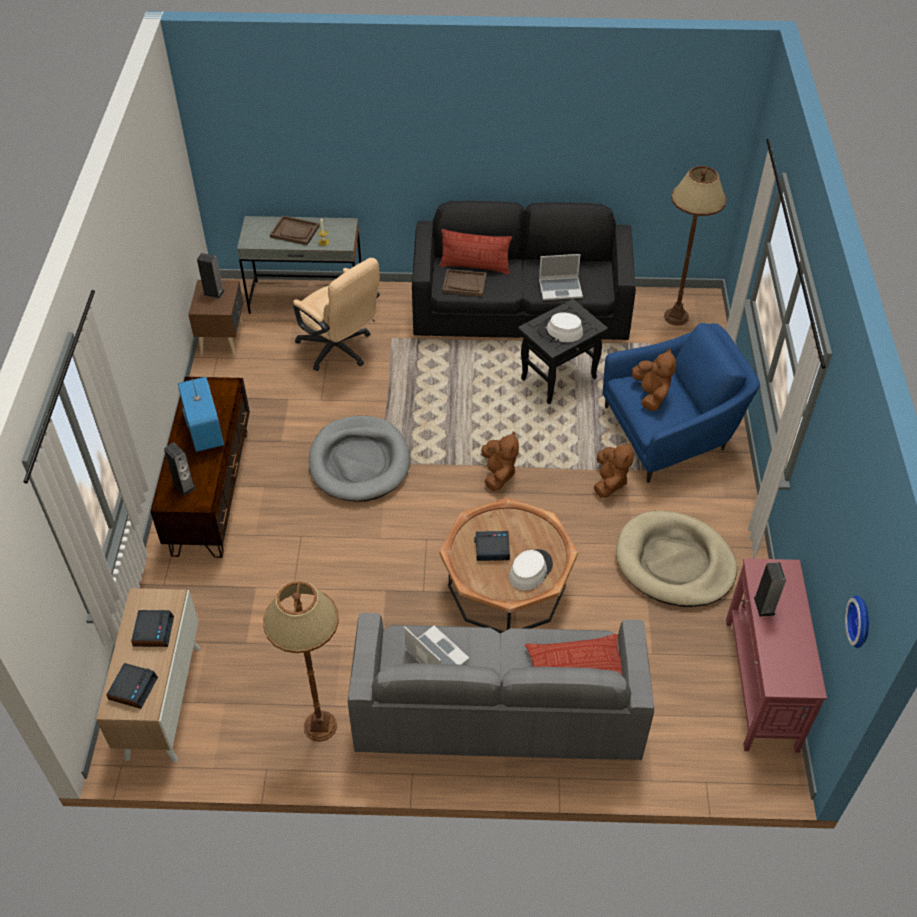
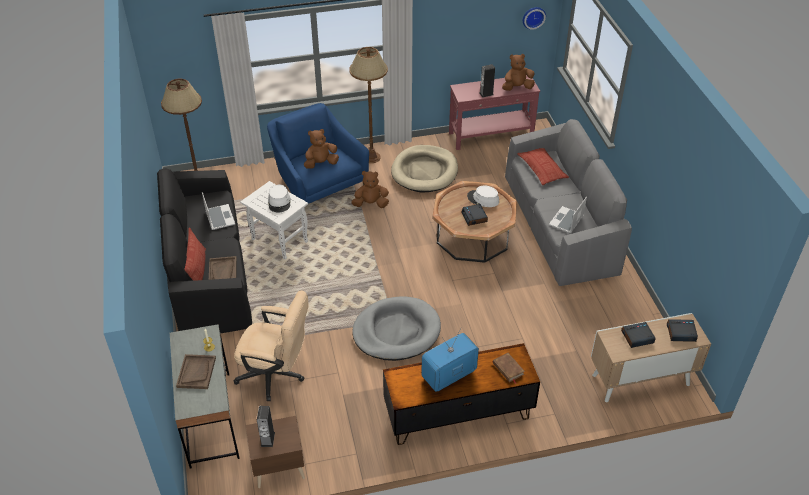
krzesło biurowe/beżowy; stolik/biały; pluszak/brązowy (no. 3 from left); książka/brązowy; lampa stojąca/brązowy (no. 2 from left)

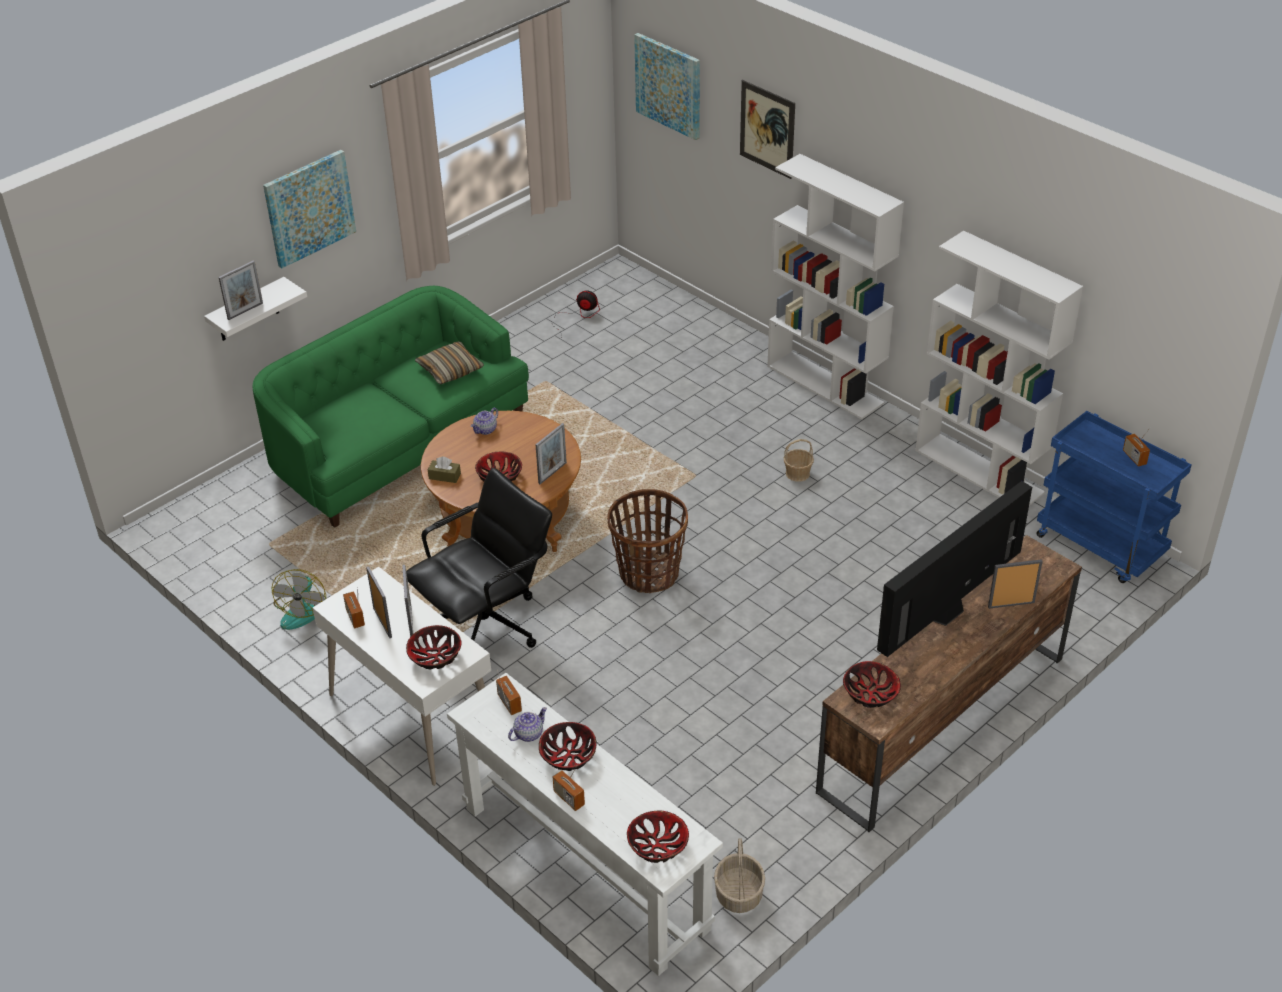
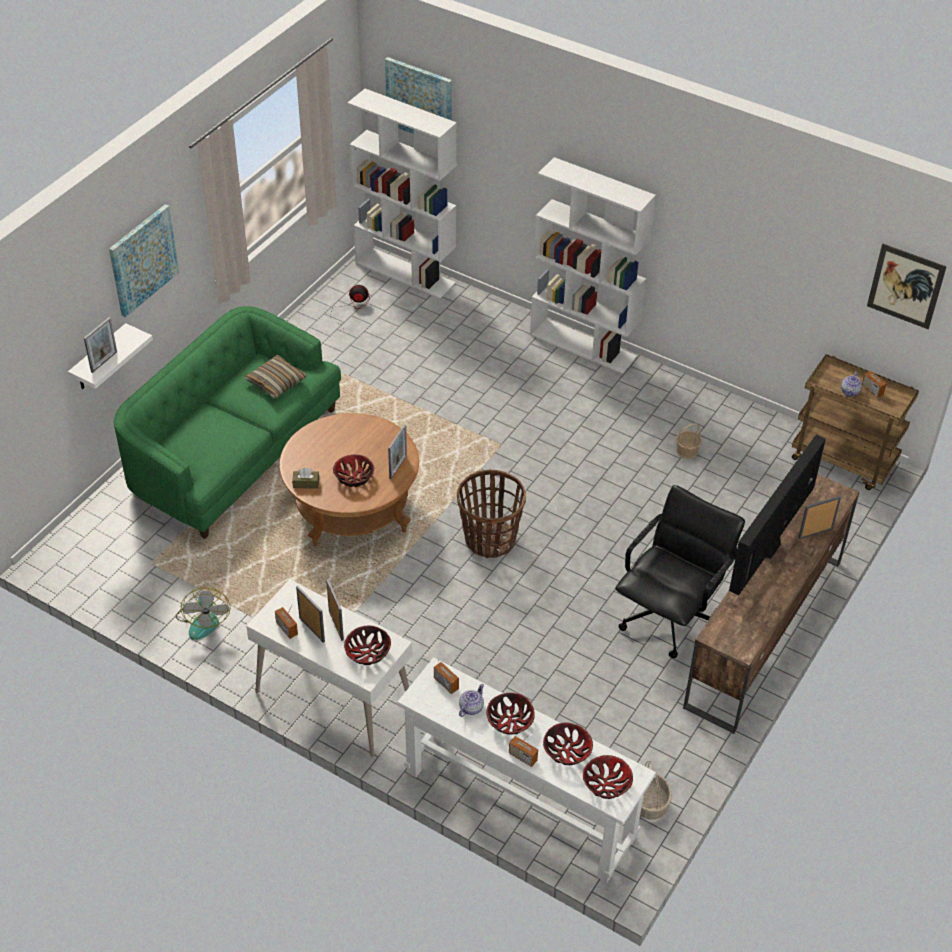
obraz (no. 3 from left); regał/biały (no. 1 from left); imbryk (no. 2 from left); wózek/brązowy; koszyk (no. 3 from left); krzesło biurowe/czarny; miska (no. 4 from left)

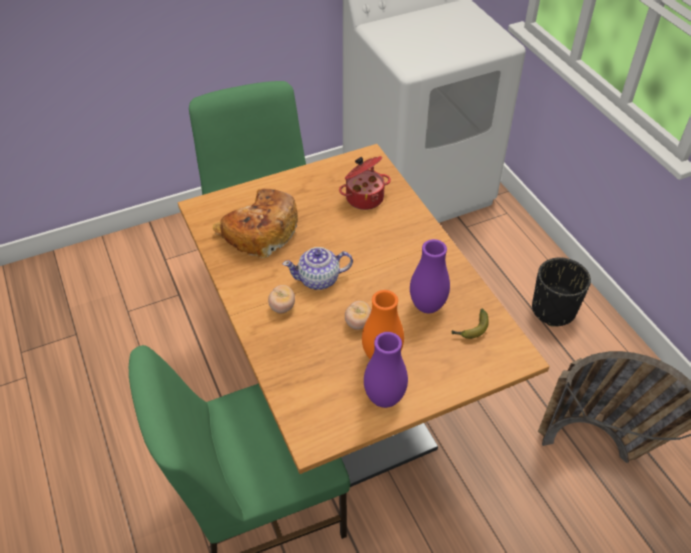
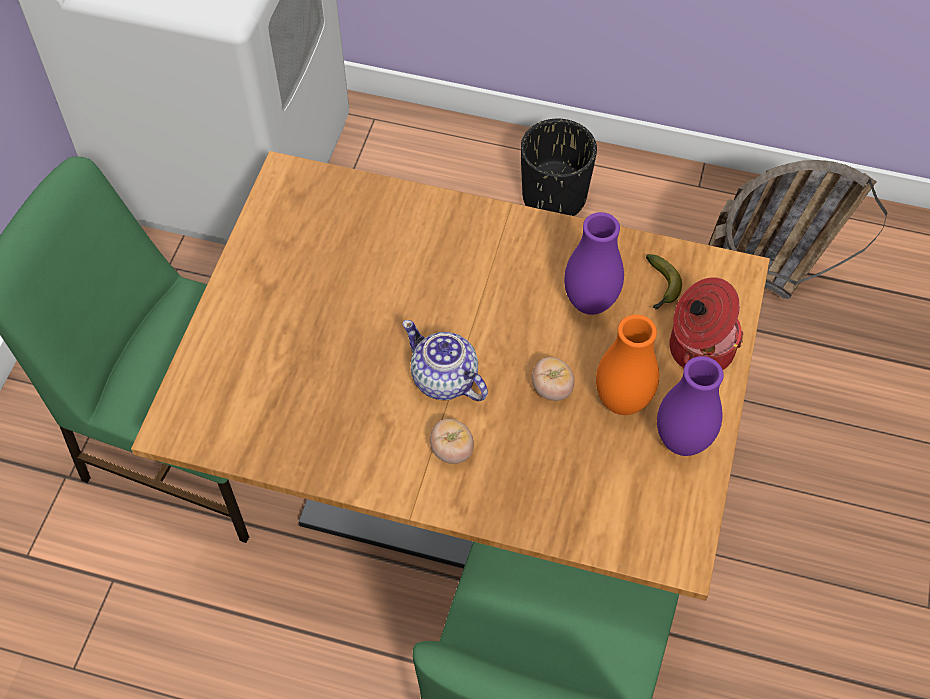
garnek; chleb; imbryk

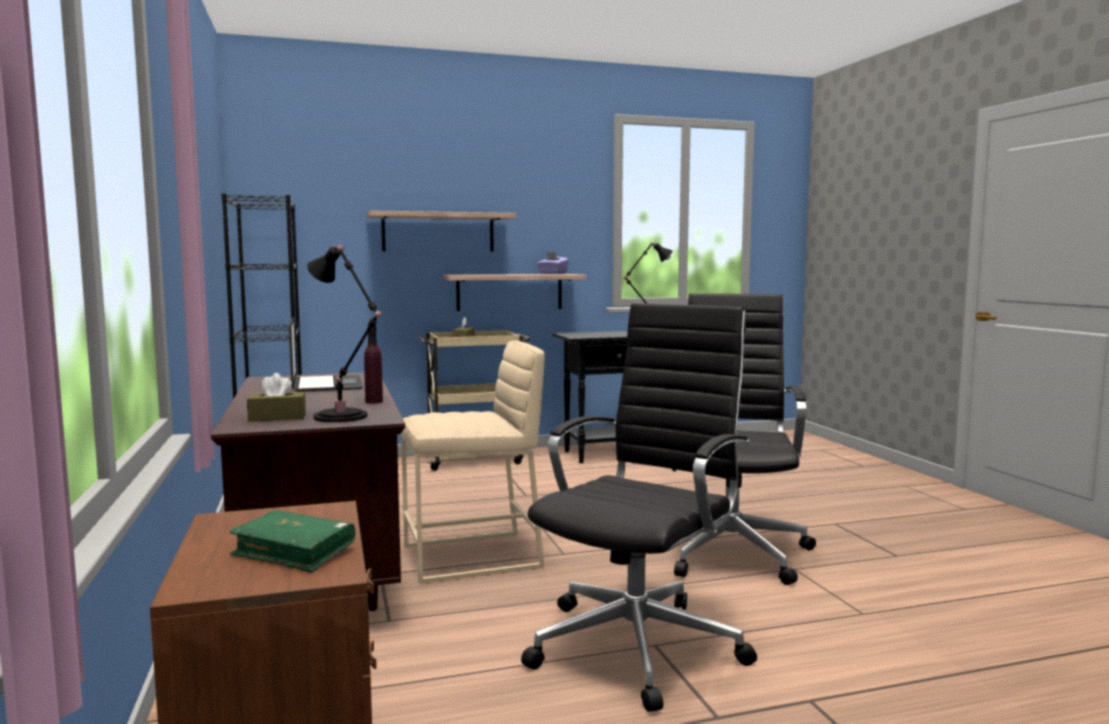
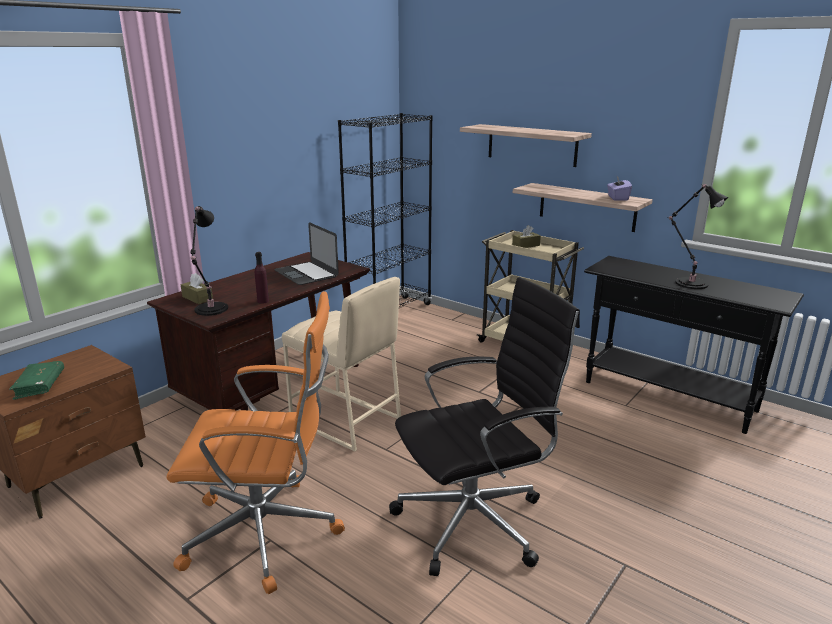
krzesło biurowe/pomarańczowy; laptop

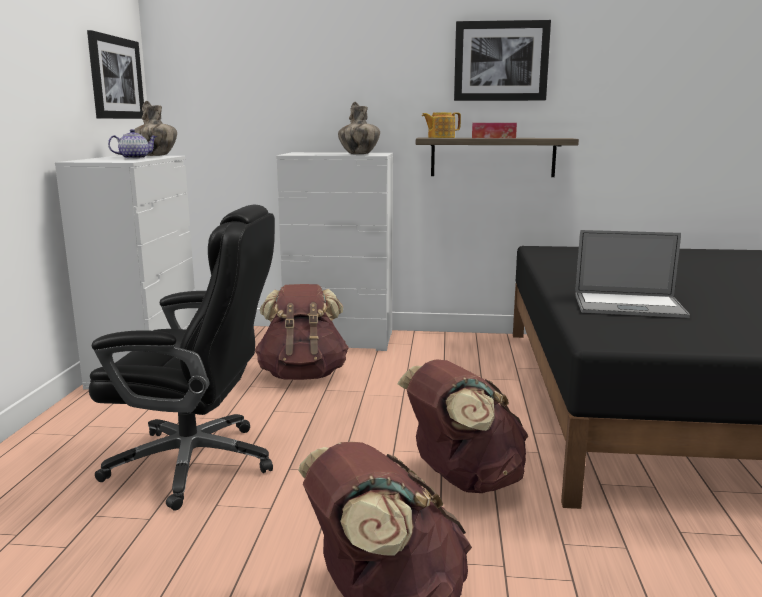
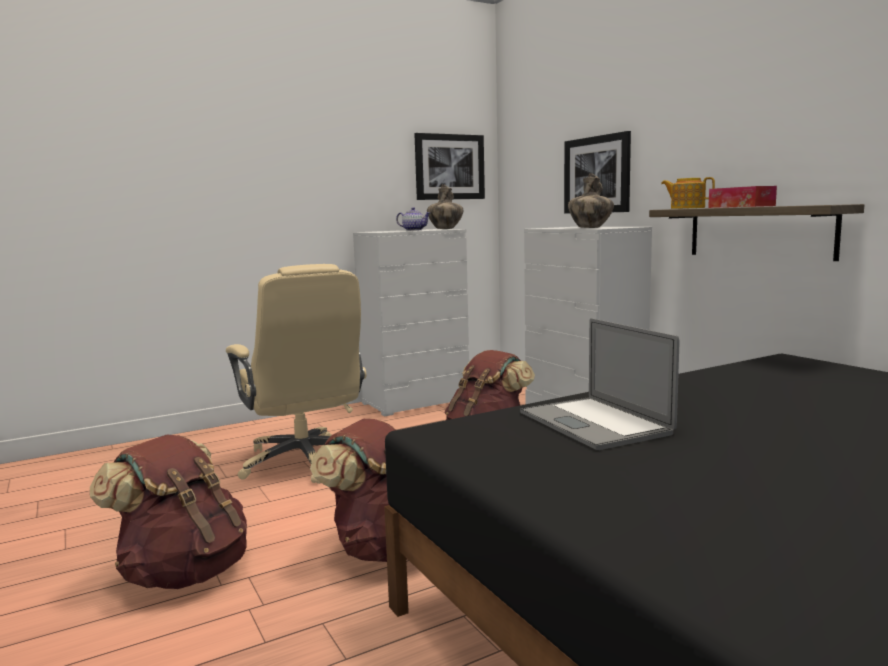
obraz (no. 2 from left); krzesło biurowe/beżowy

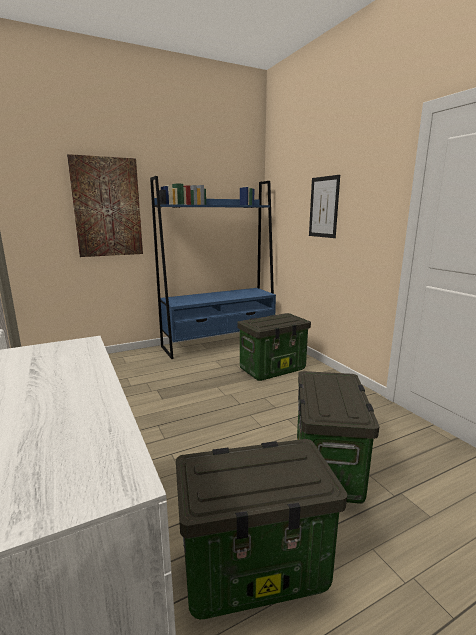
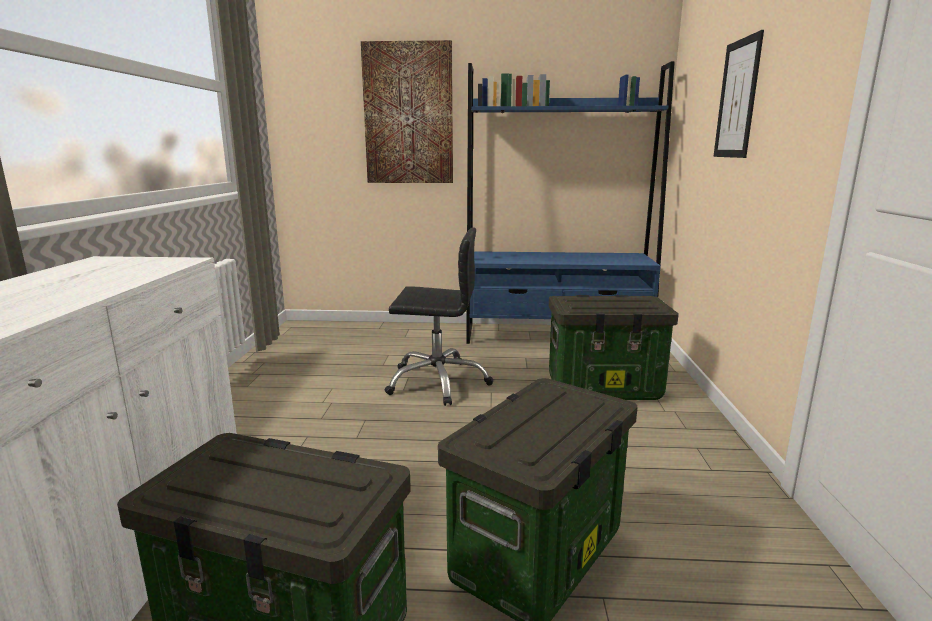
krzesło biurowe/czarny

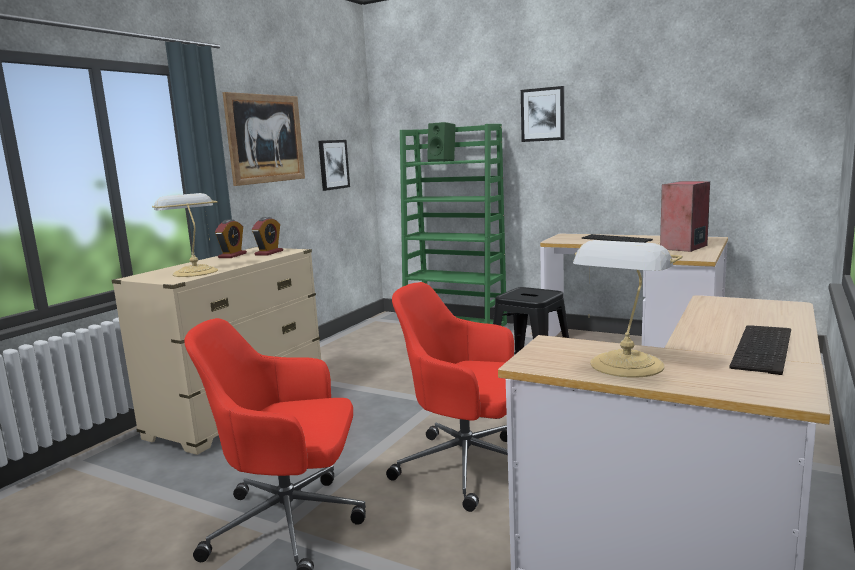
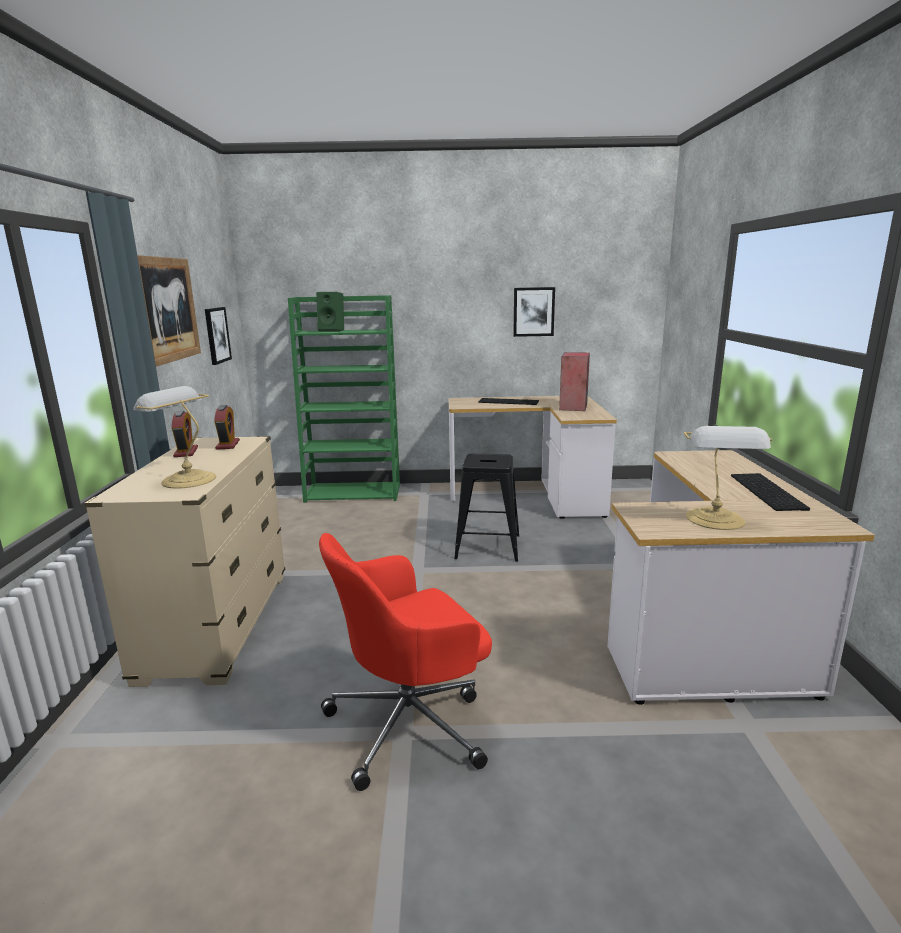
obraz (no. 3 from left); krzesło biurowe/czerwony (no. 2 from left in the first image)

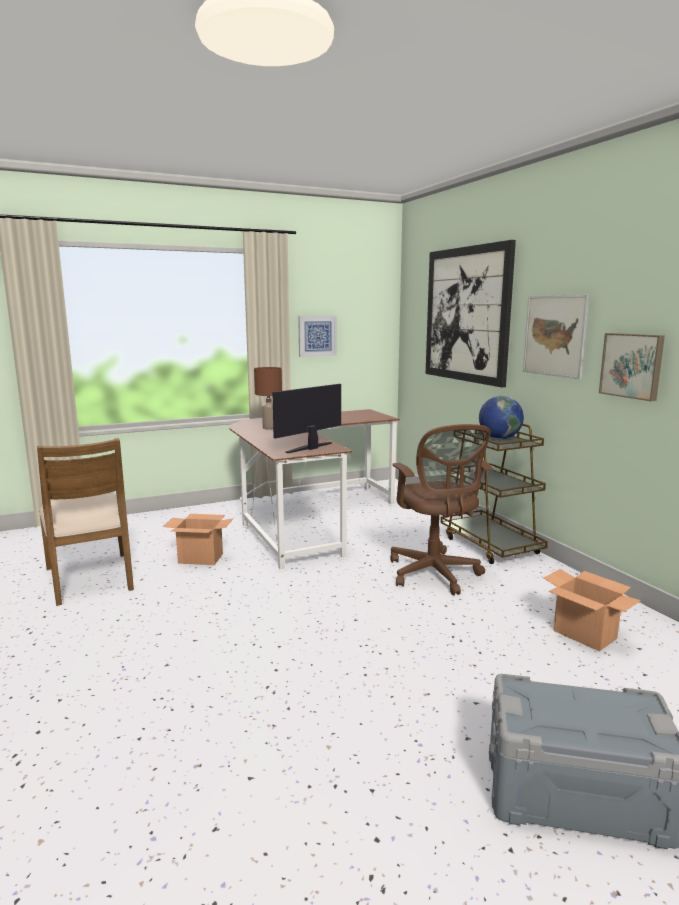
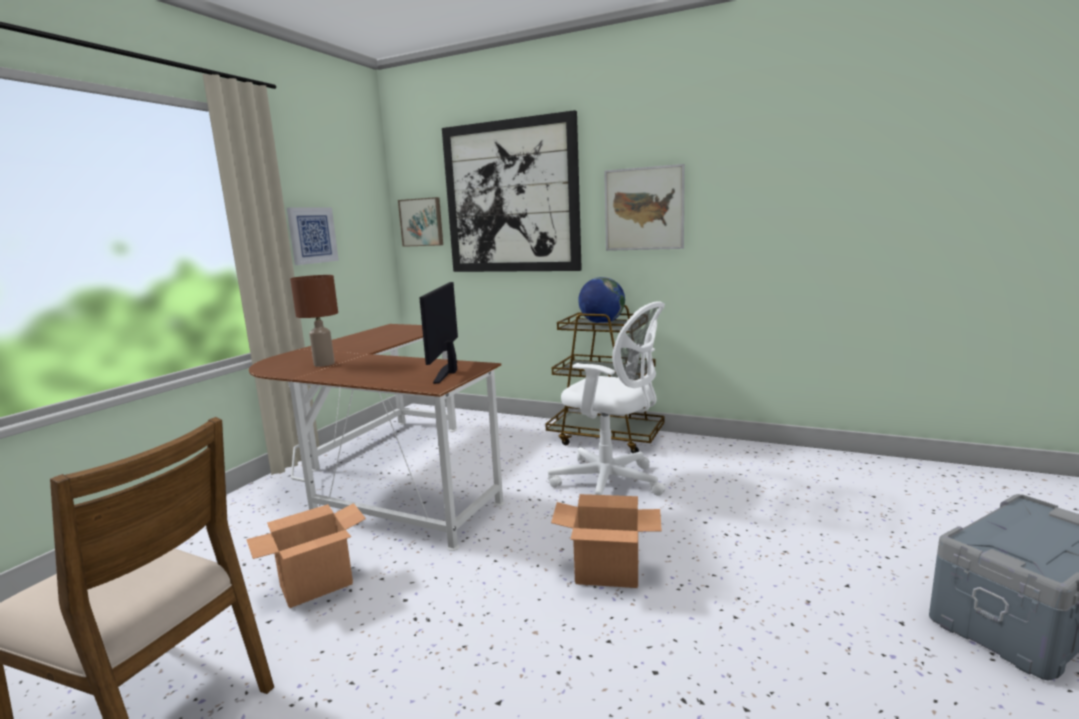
obraz (no. 2 from left); krzesło biurowe/biały; karton (no. 2 from left)

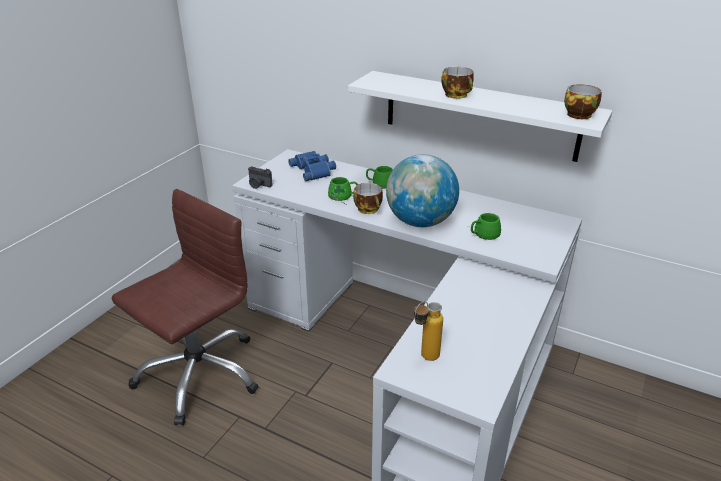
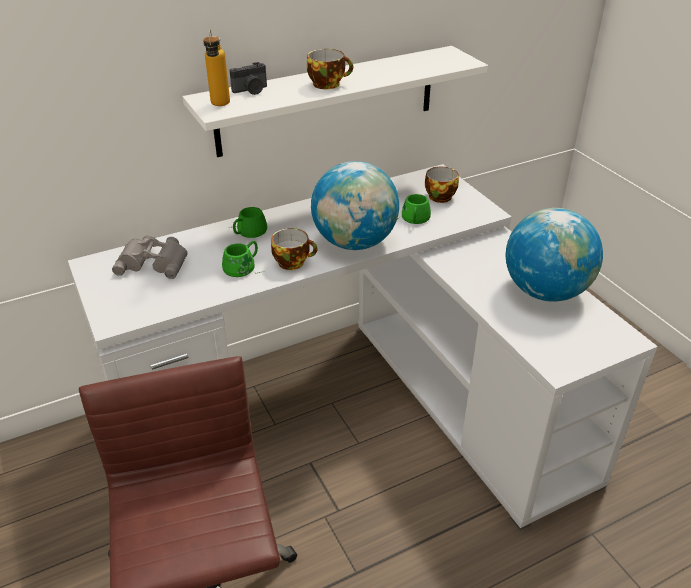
filiżanka (no. 3 from left); lornetka/szary; aparat fotograficzny; butelka; globus (no. 2 from left)

